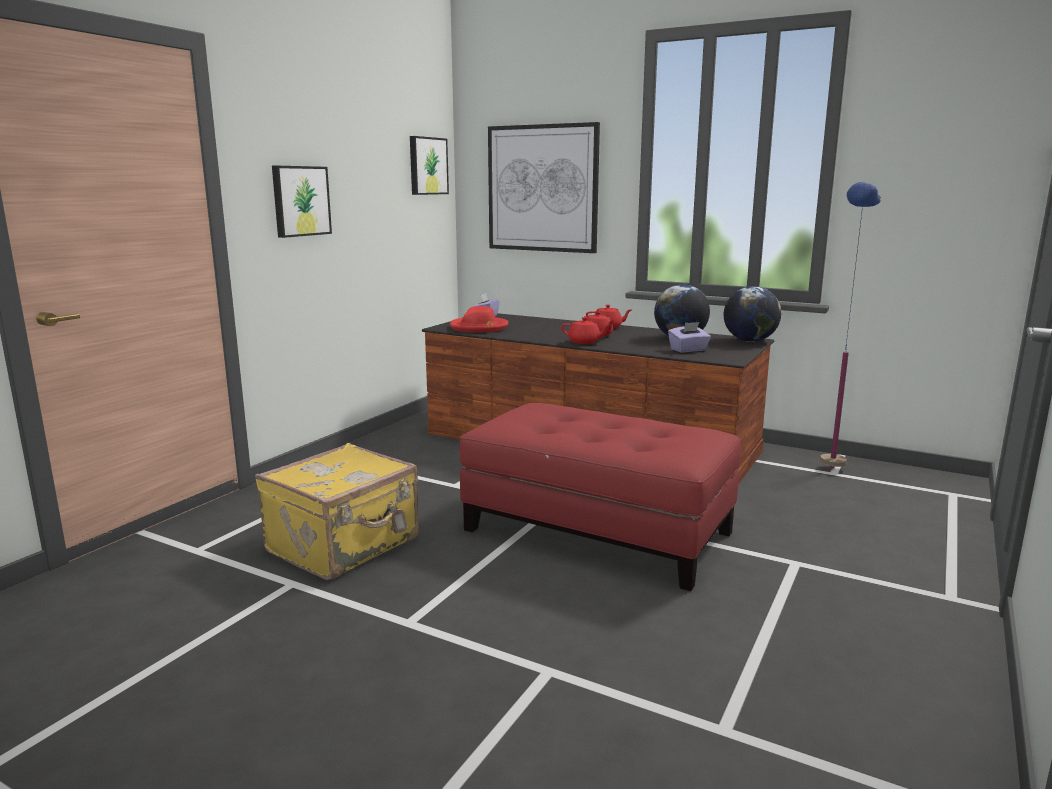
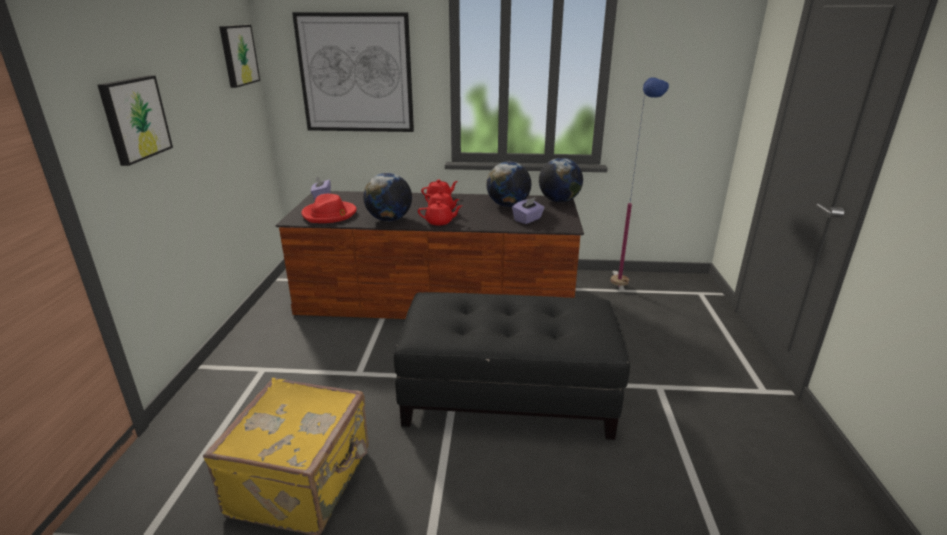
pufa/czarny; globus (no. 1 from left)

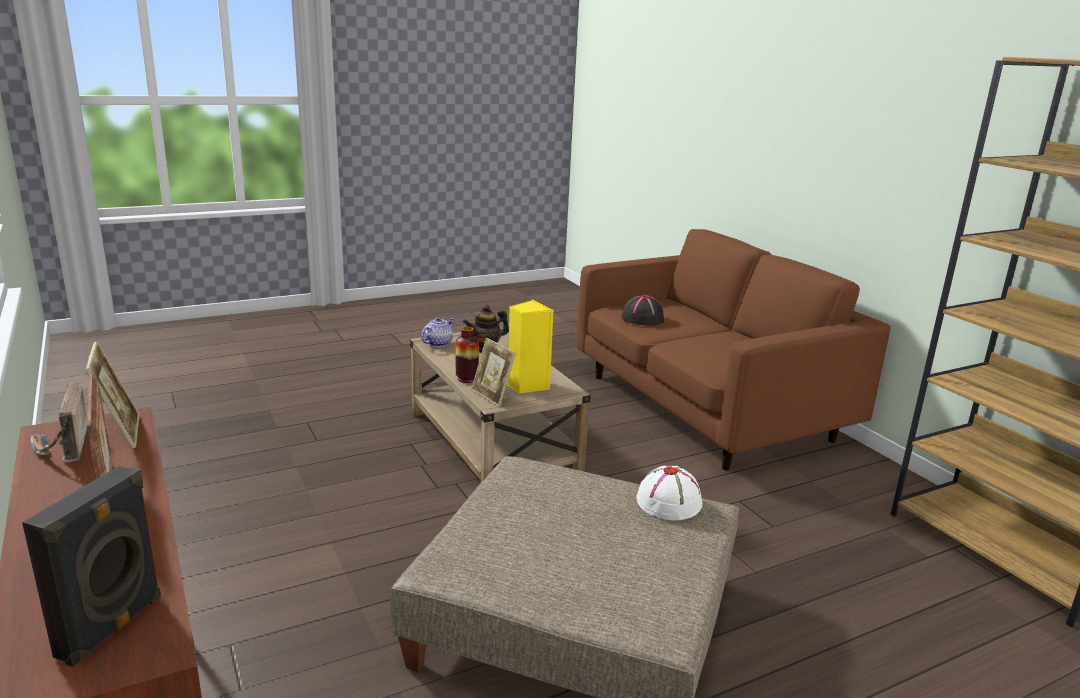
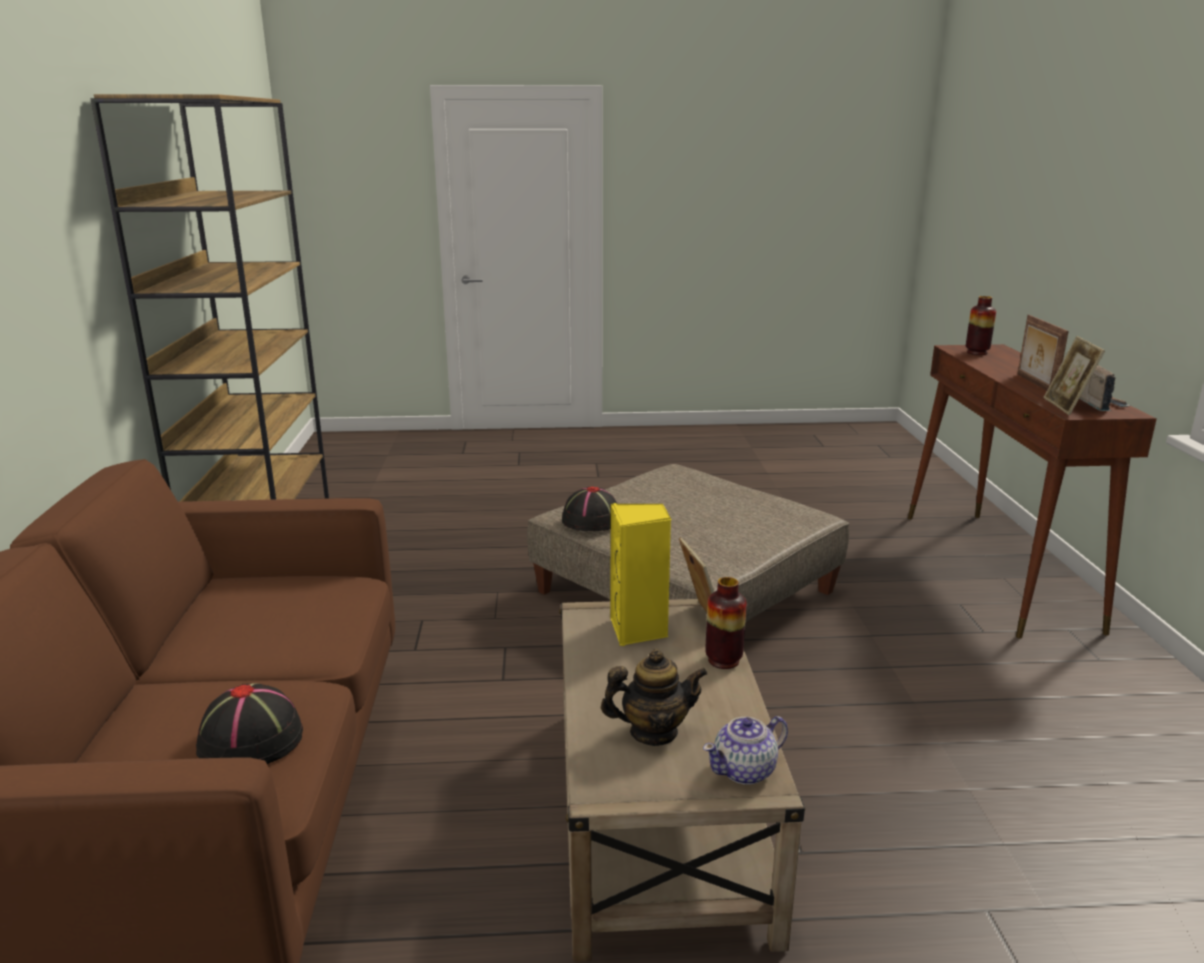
kapelusz/czarny (no. 2 from left); wazon (no. 2 from left)

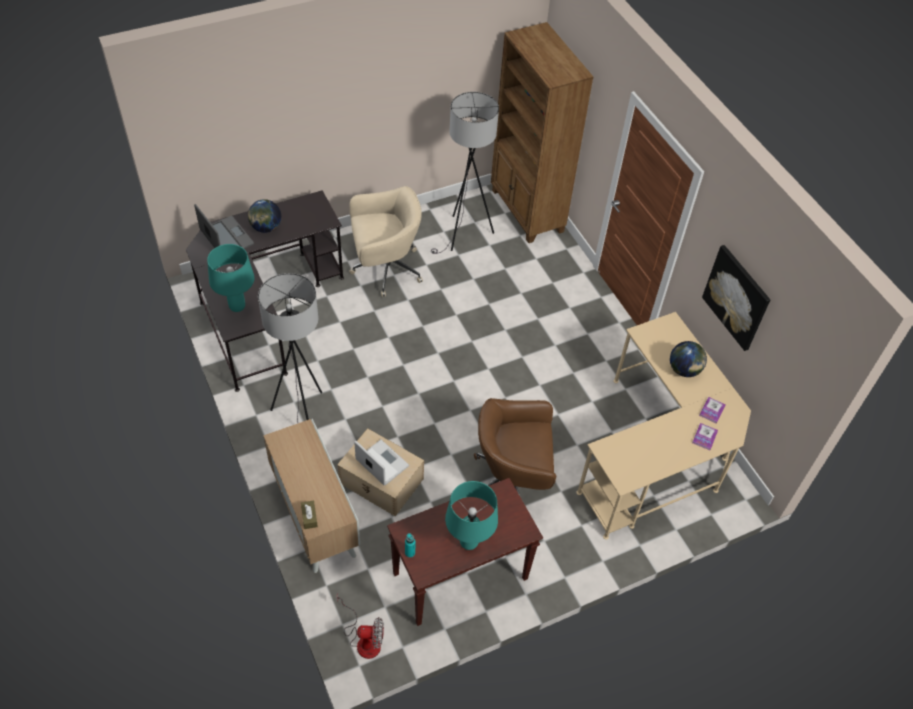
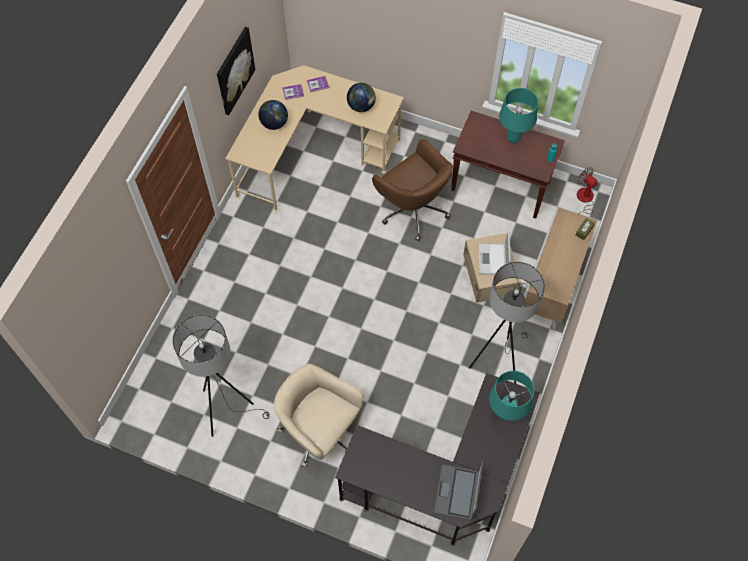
regał/brązowy; globus (no. 2 from left)

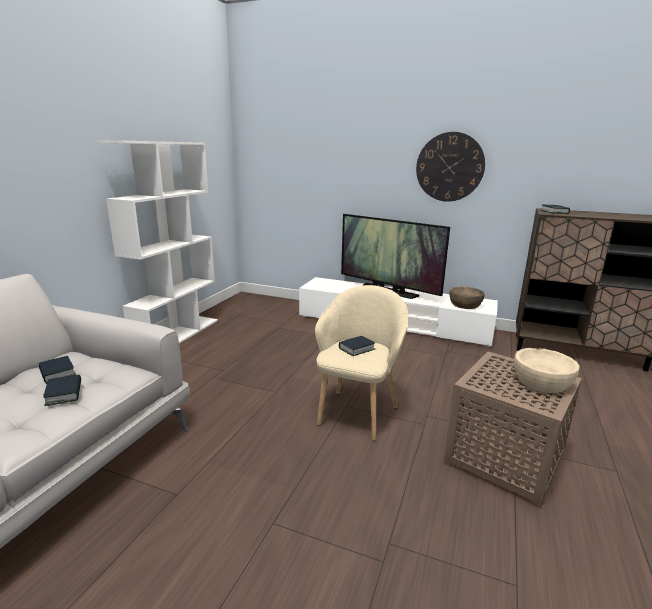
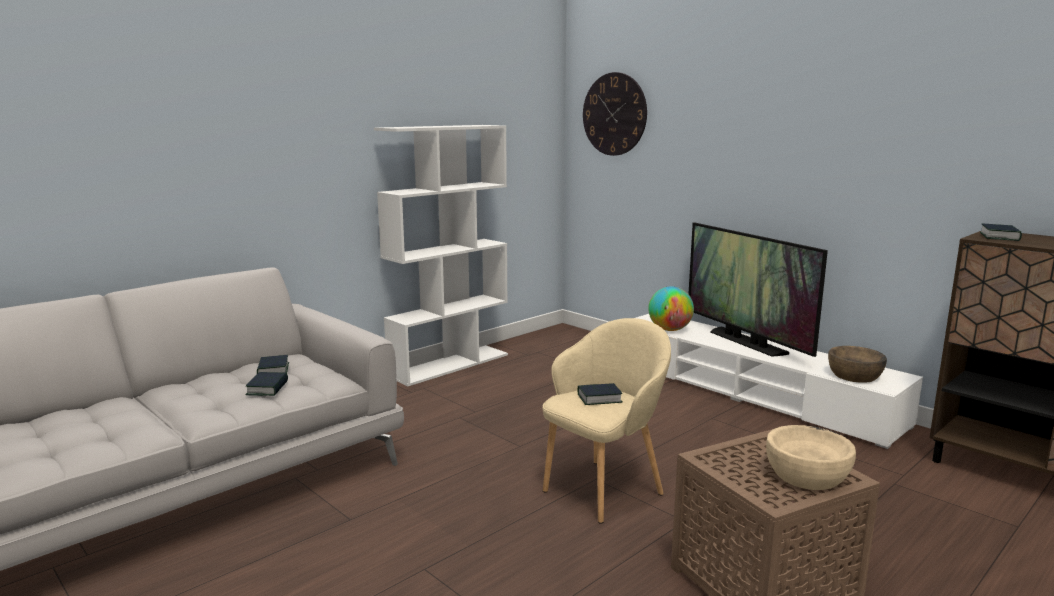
zegar ścienny; globus

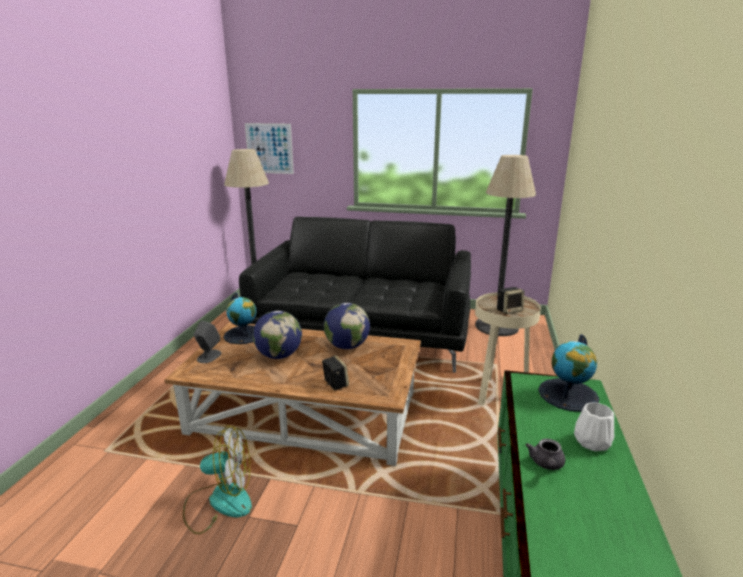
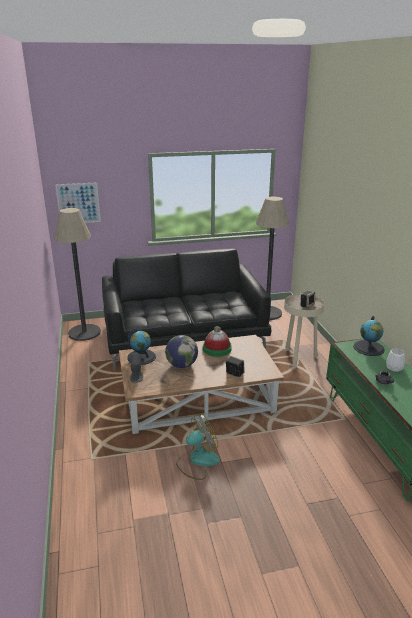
kapelusz

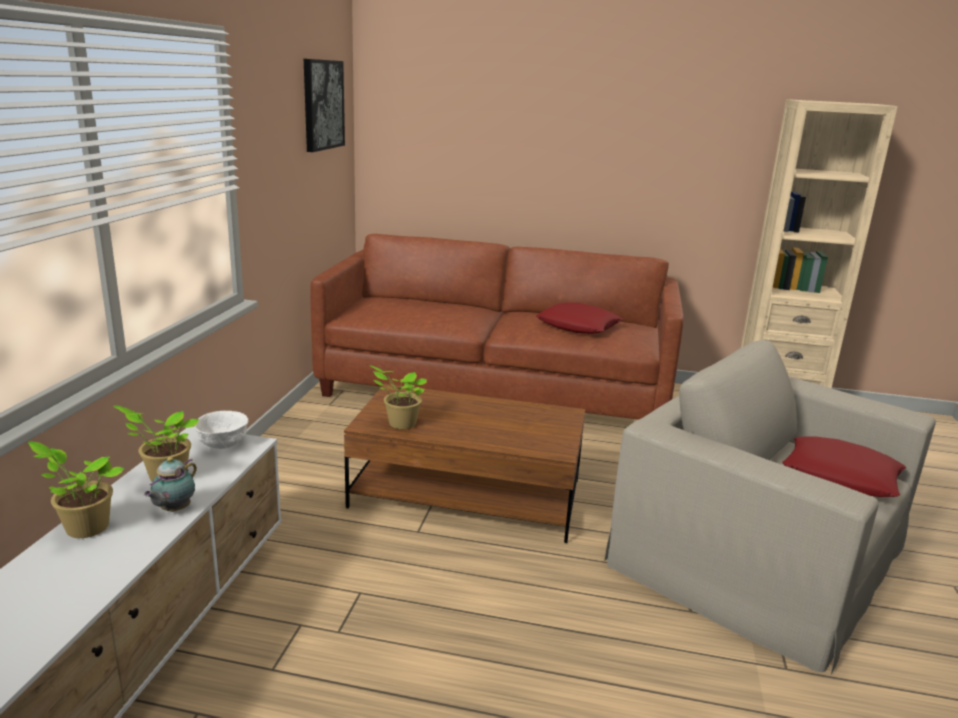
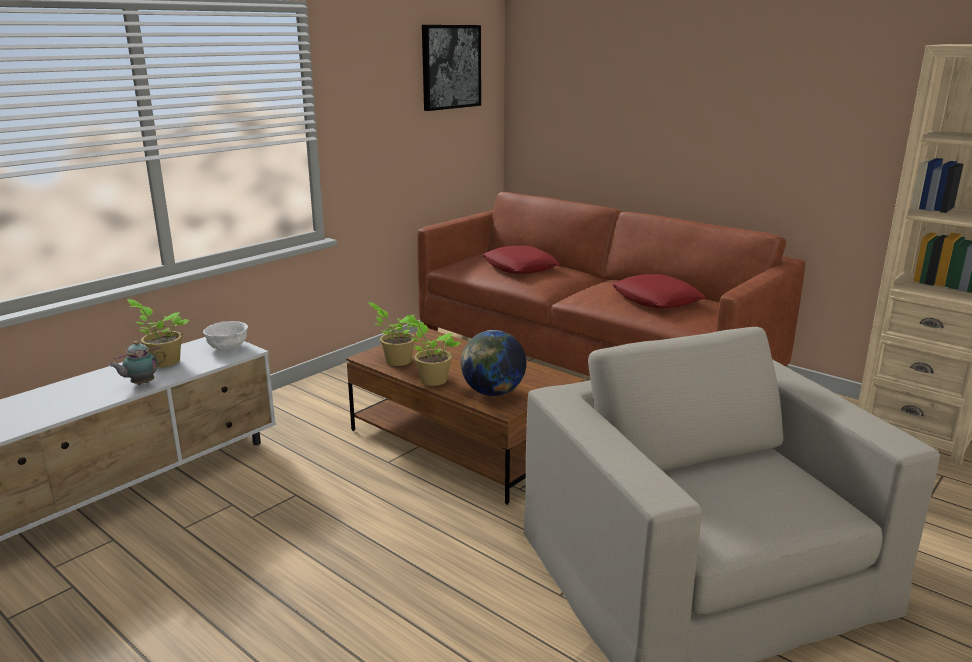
poduszka/czerwony (no. 1 from left); roślina doniczkowa (no. 3 from left); globus

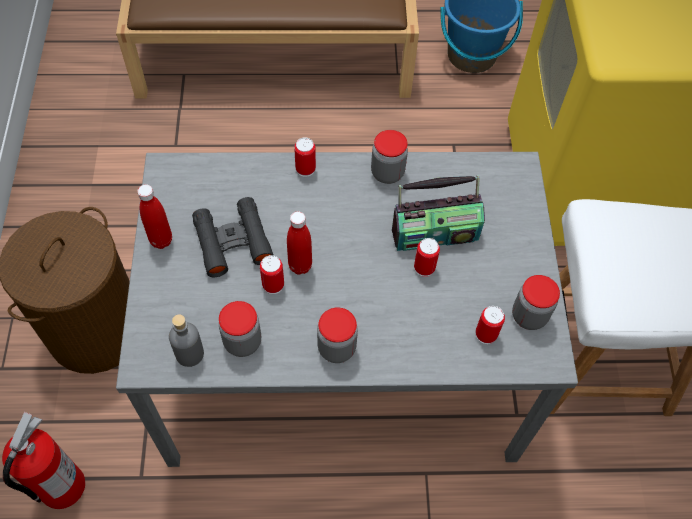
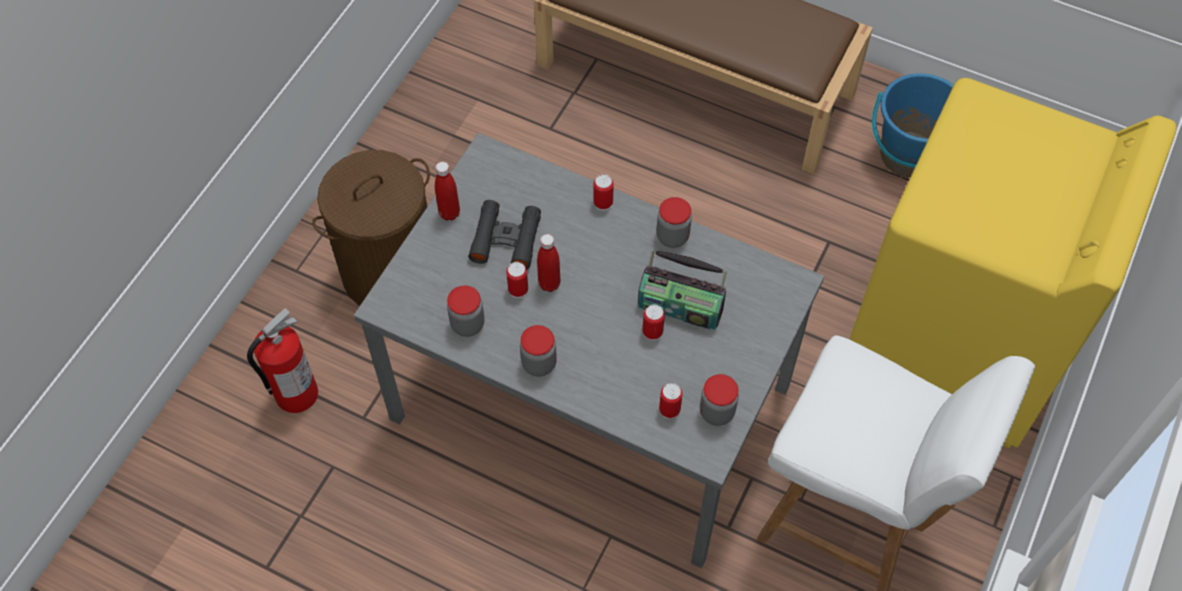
butelka/szary

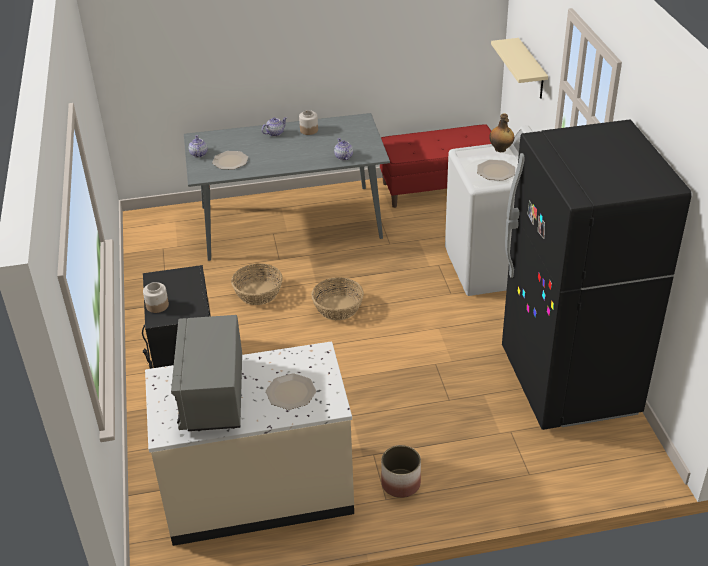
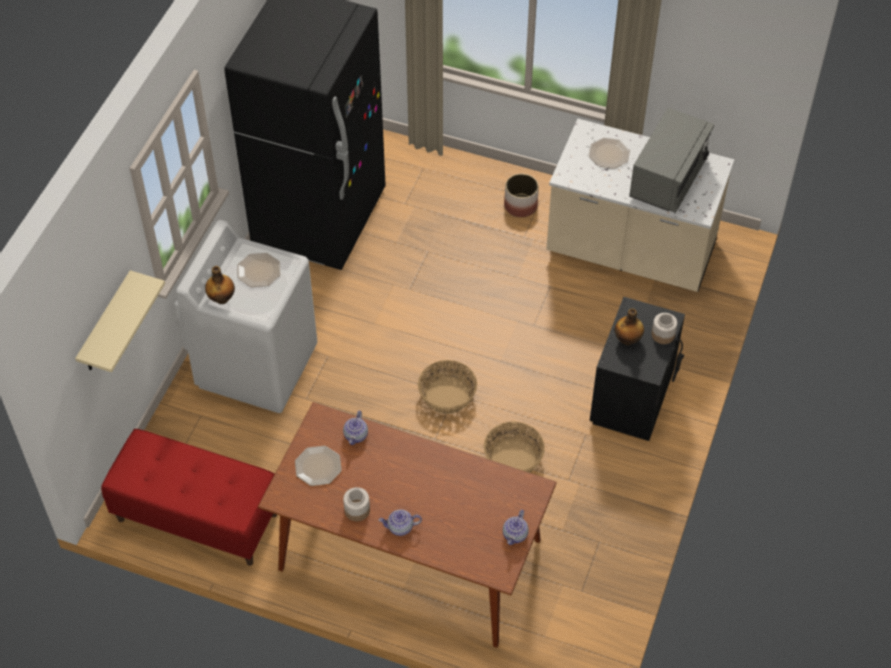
stół jadalny/brązowy; talerz (no. 2 from left); butelka (no. 2 from left)

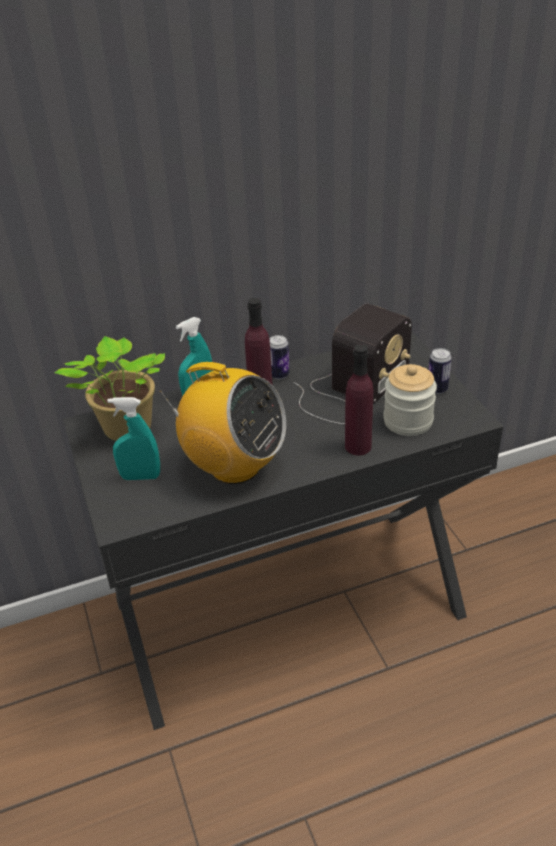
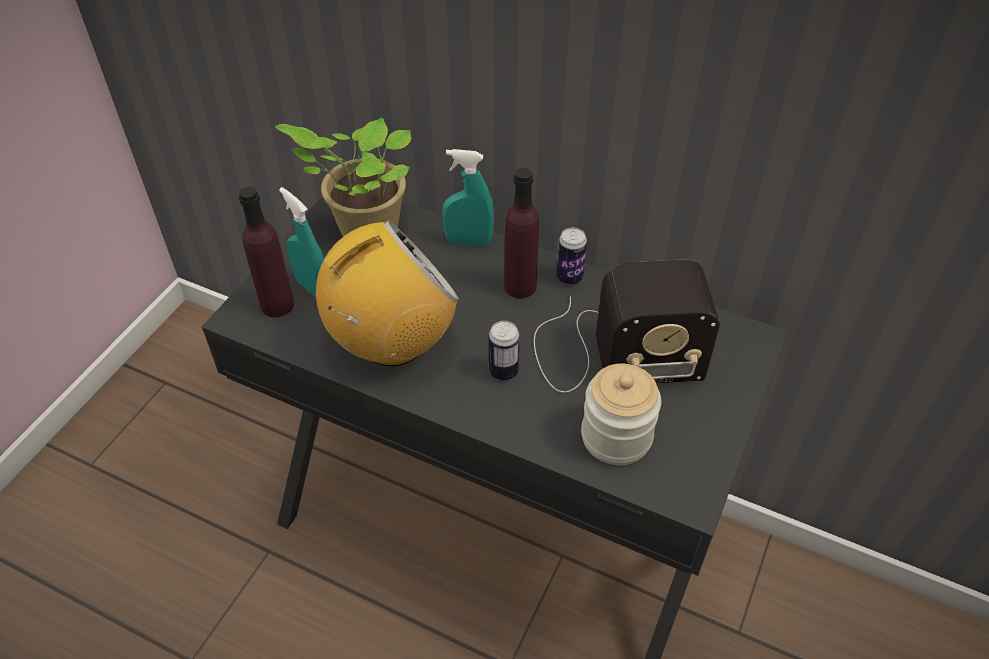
butelka/fioletowy (no. 1 from left); puszka (no. 1 from left); radio (no. 1 from left)

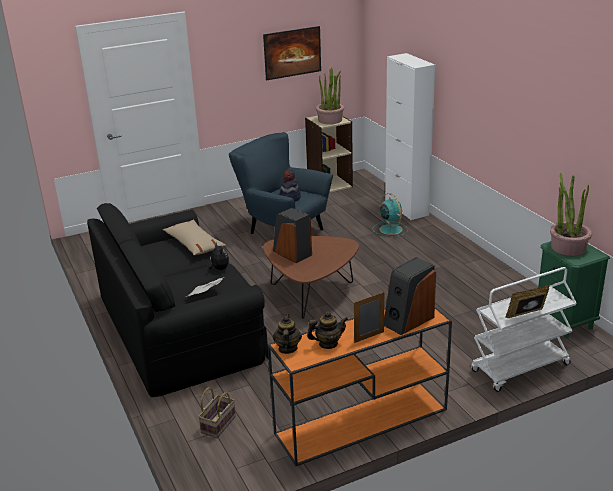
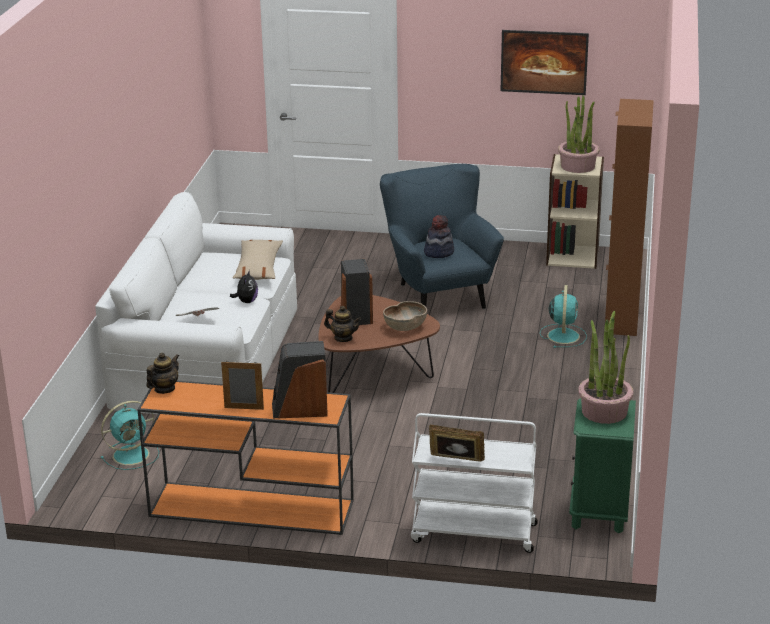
szafka/brązowy; kanapa/biały; imbryk (no. 2 from left); wentylator/turkusowy (no. 1 from left); miska/brązowy

